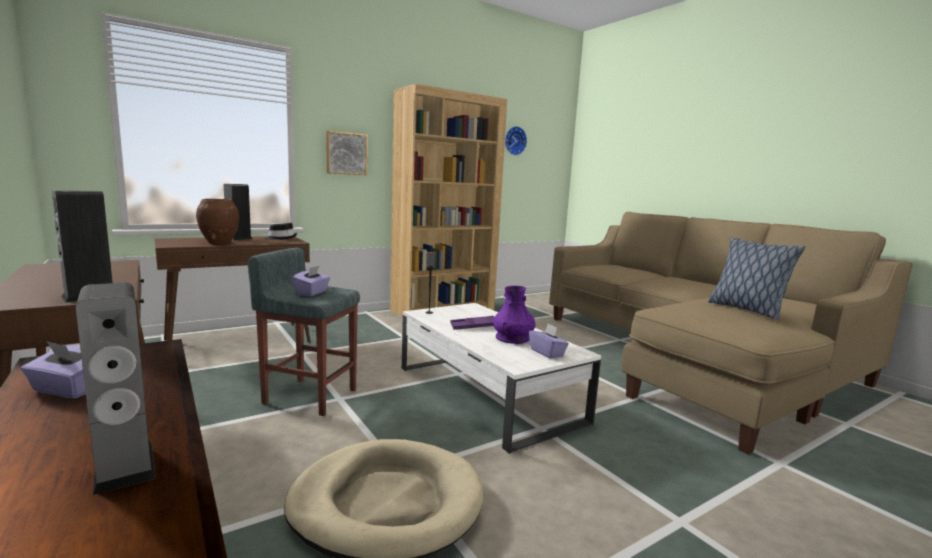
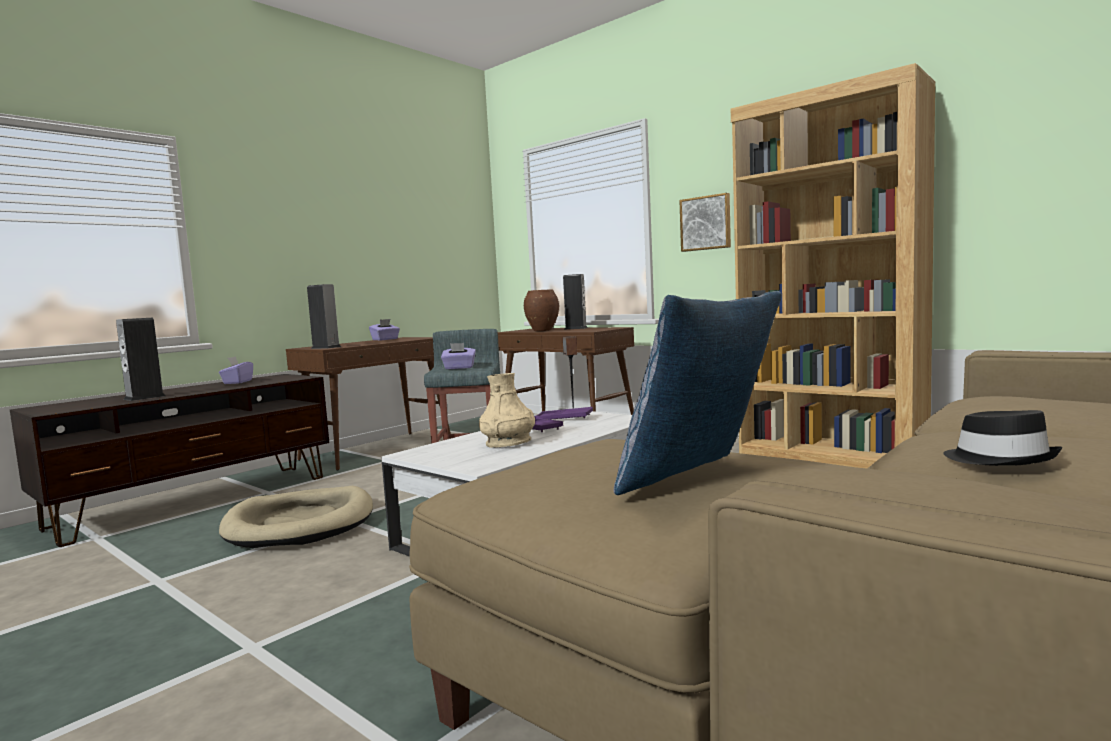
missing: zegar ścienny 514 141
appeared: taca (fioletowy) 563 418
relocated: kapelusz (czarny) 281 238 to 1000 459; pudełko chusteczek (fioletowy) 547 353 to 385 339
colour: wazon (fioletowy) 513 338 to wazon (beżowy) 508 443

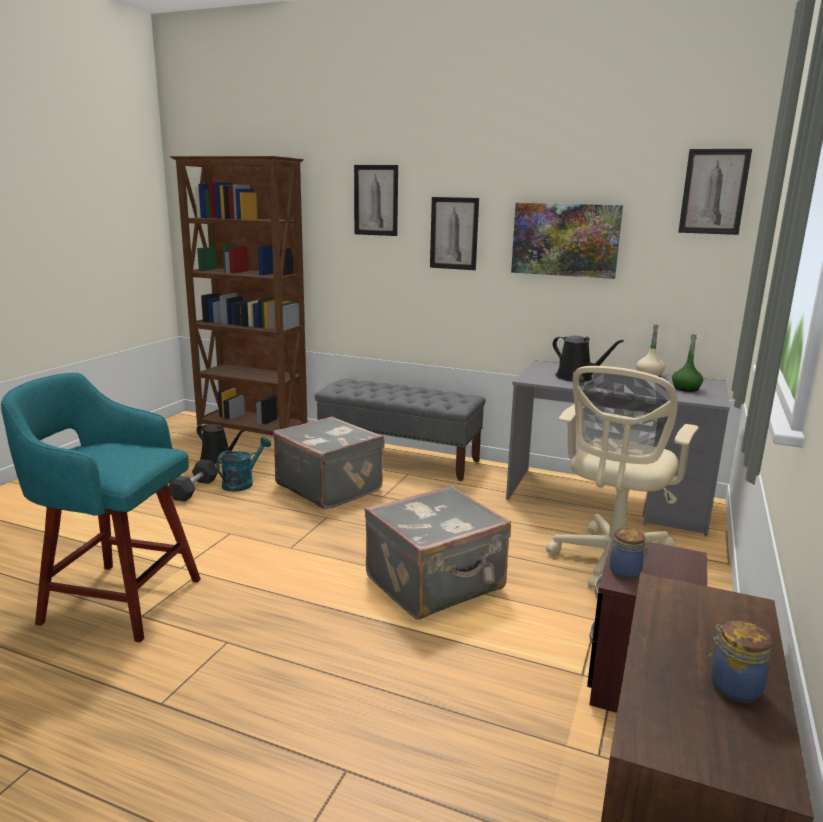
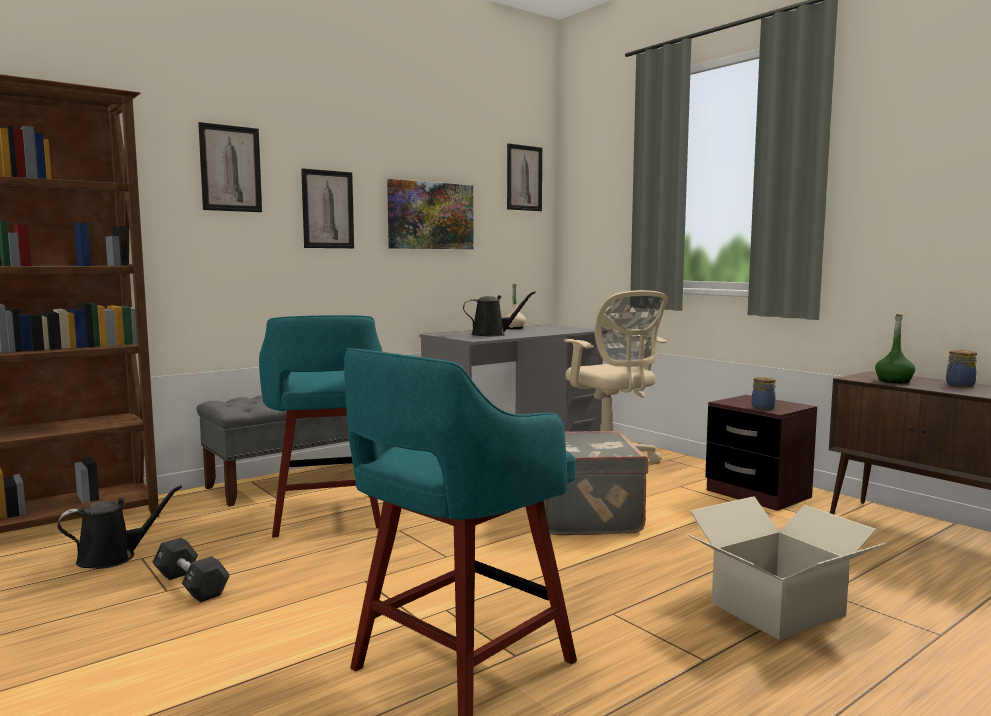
missing: konewka (turkusowy) 242 483
appeared: karton 776 608
relocated: butelka (zielony) 686 389 to 894 381
exchanged: walizka (szary) 330 487 to stołek (turkusowy) 326 516

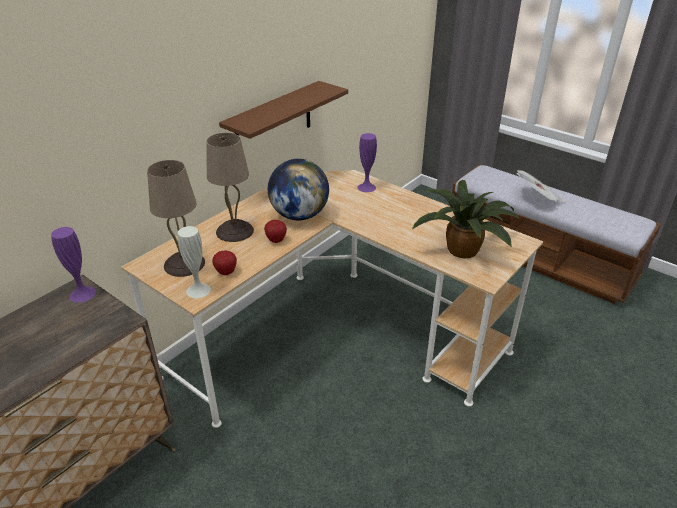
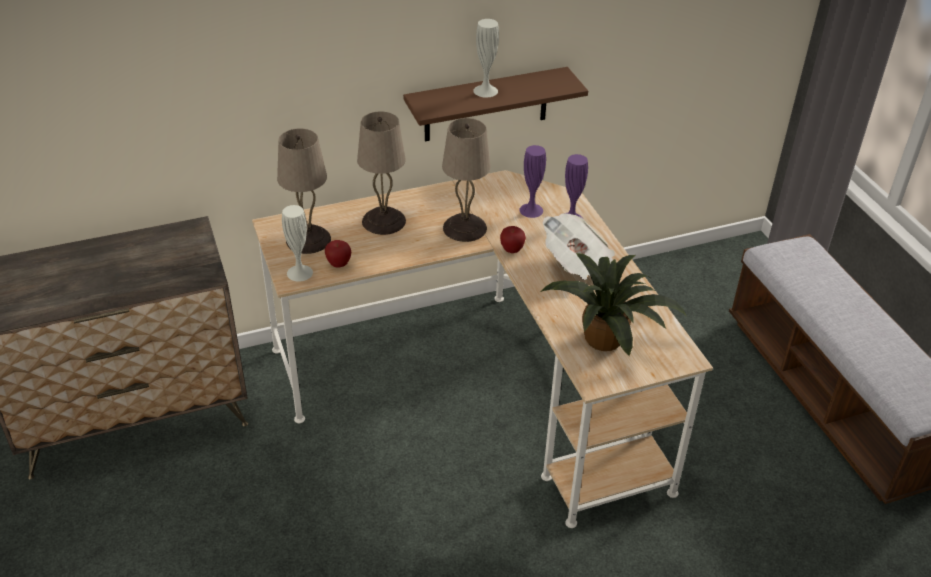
appeared: wazon (biały) 485 91
relocated: wazon (fioletowy) 82 294 to 531 210; jabłko 276 240 to 512 250; gazeta 538 199 to 579 266
exchanged: globus 299 215 to lampa stołowa (beżowy) 464 227

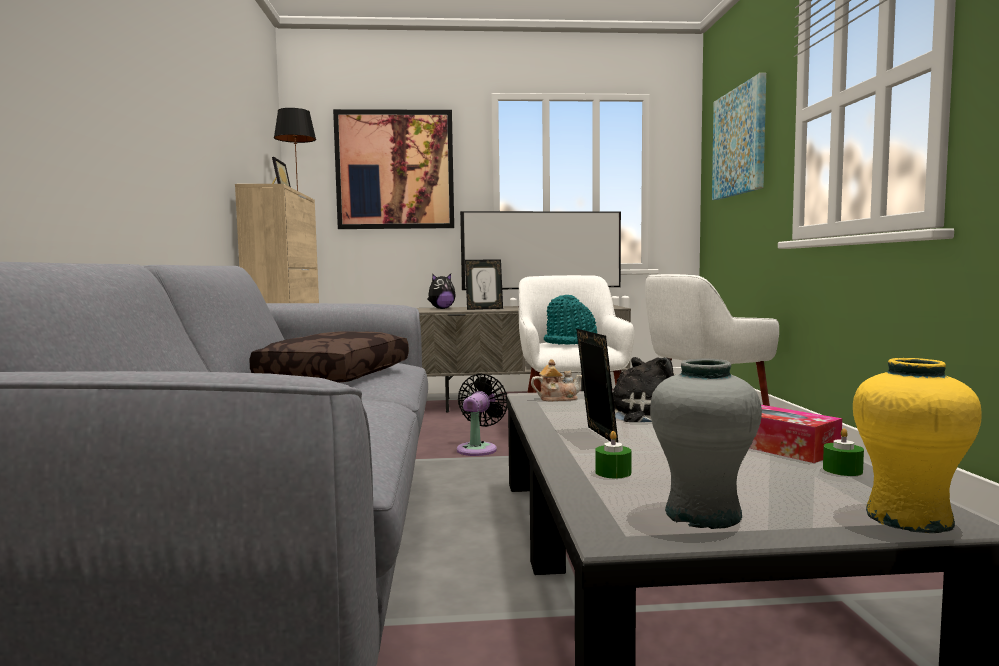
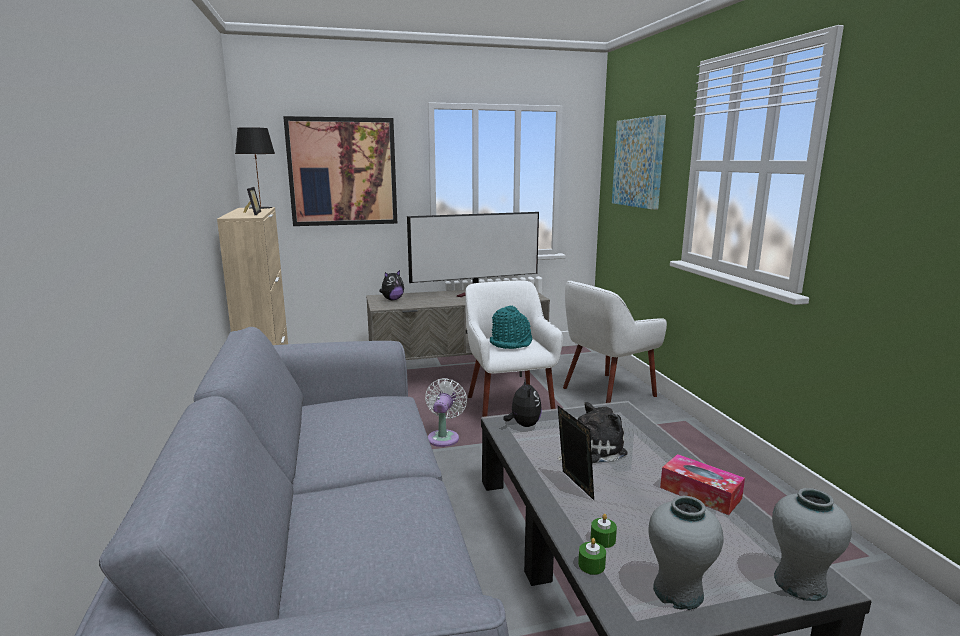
missing: poduszka (brązowy) 334 375; ramka na zdjęcie 484 309
relocated: świeca (zielony) 842 470 to 591 565
exchanged: imbryk 557 398 to pluszak 523 425
colour: wentylator (czarny) 478 448 to wentylator (biały) 444 437; wazon (żółty) 908 518 to wazon (szary) 799 583

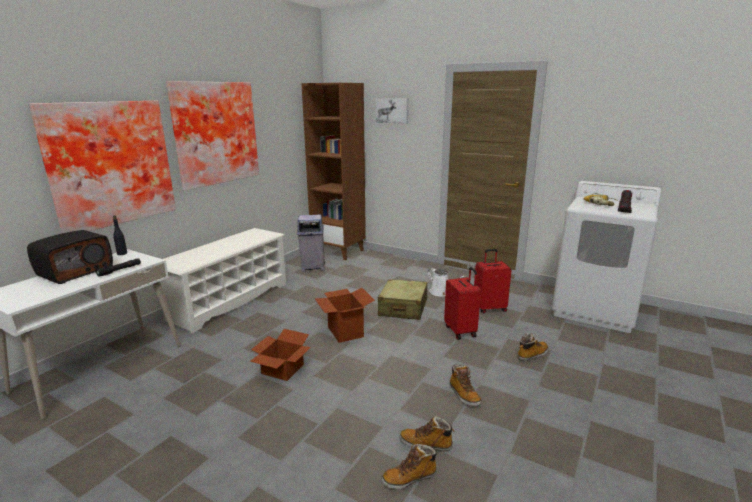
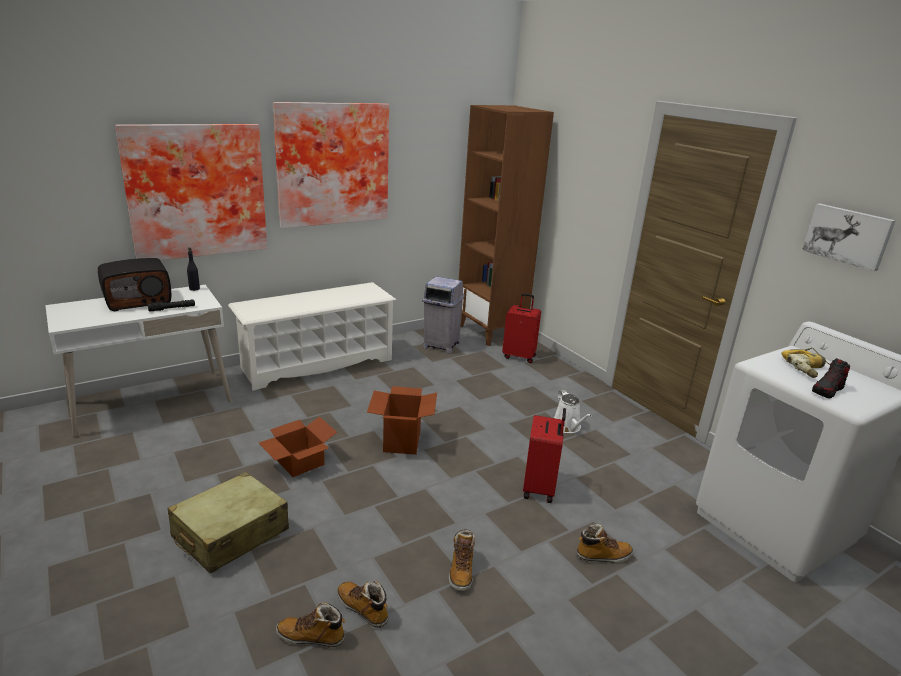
relocated: obraz 392 110 to 848 236; walizka (beżowy) 403 308 to 230 534; walizka (czerwony) 489 308 to 519 356

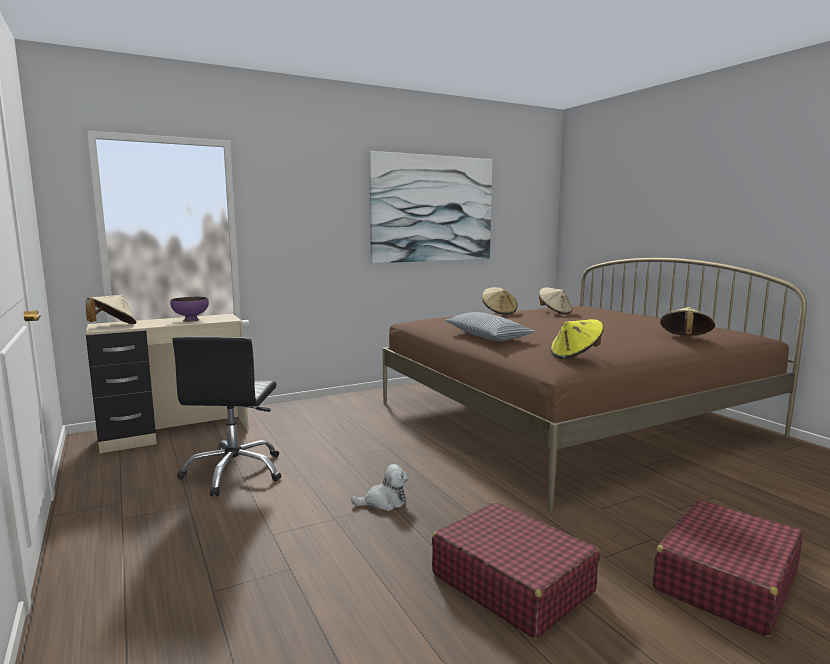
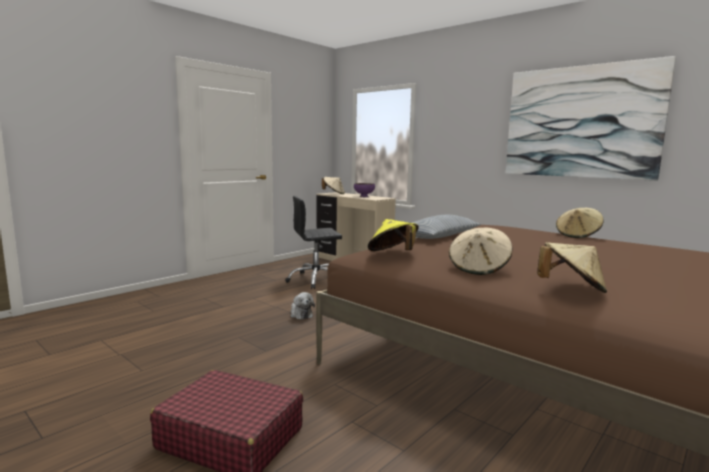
missing: walizka (czerwony) 511 582
relocated: kapelusz (beżowy) 554 312 to 479 268

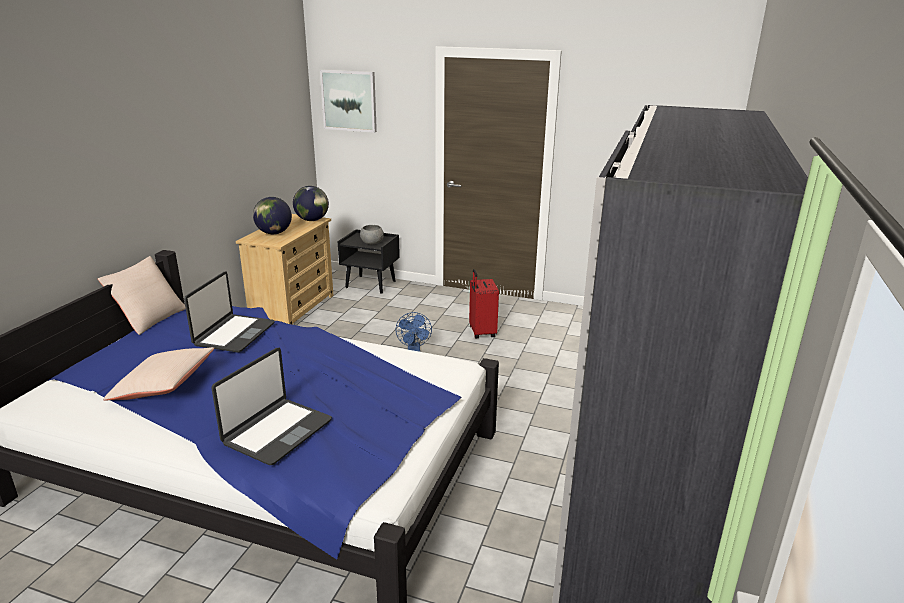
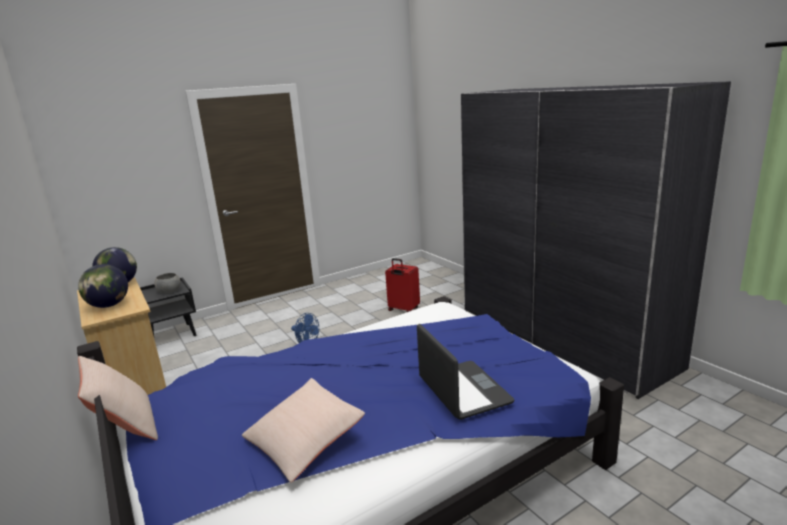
missing: laptop 234 334; obraz 349 100
relocated: walizka (czerwony) 481 332 to 403 310

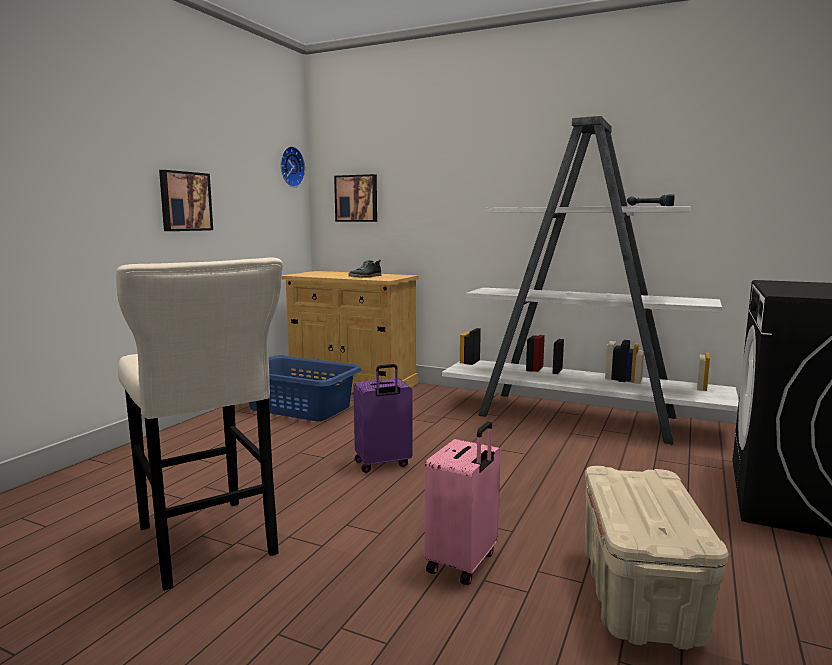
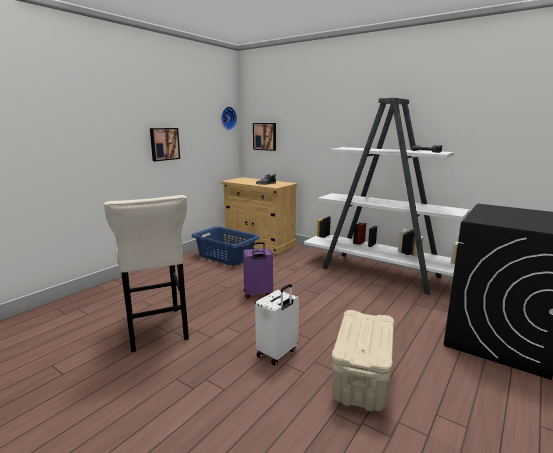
colour: walizka (różowy) 463 563 to walizka (biały) 277 353

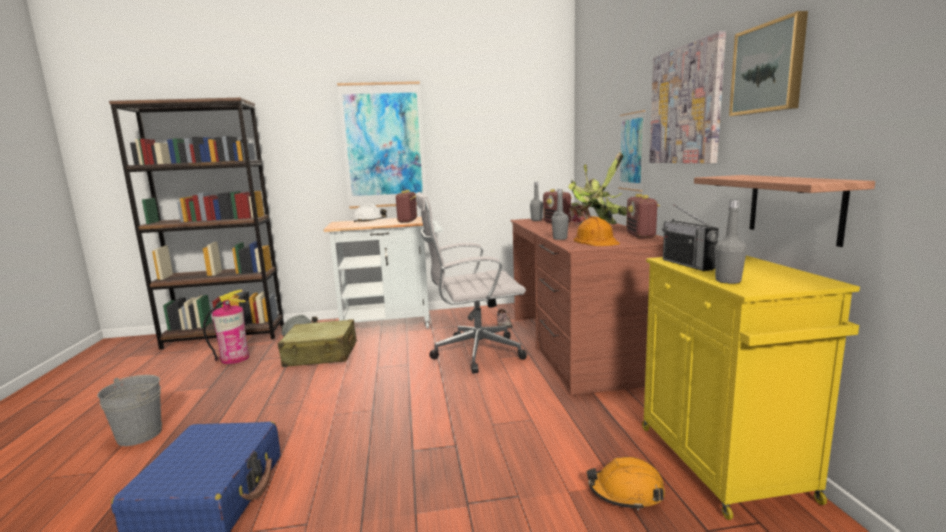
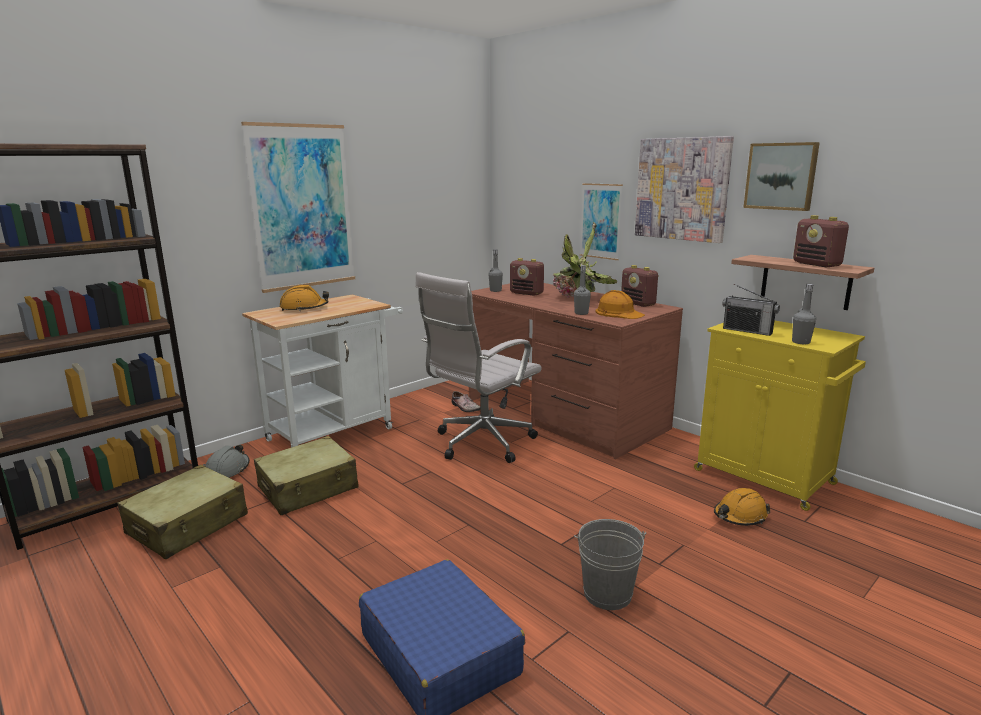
relocated: wiadro (szary) 139 435 to 607 594; radio 407 221 to 817 264
exchanged: gaśnica 235 358 to walizka (beżowy) 188 525
colour: kask (biały) 370 221 to kask (pomarańczowy) 304 308

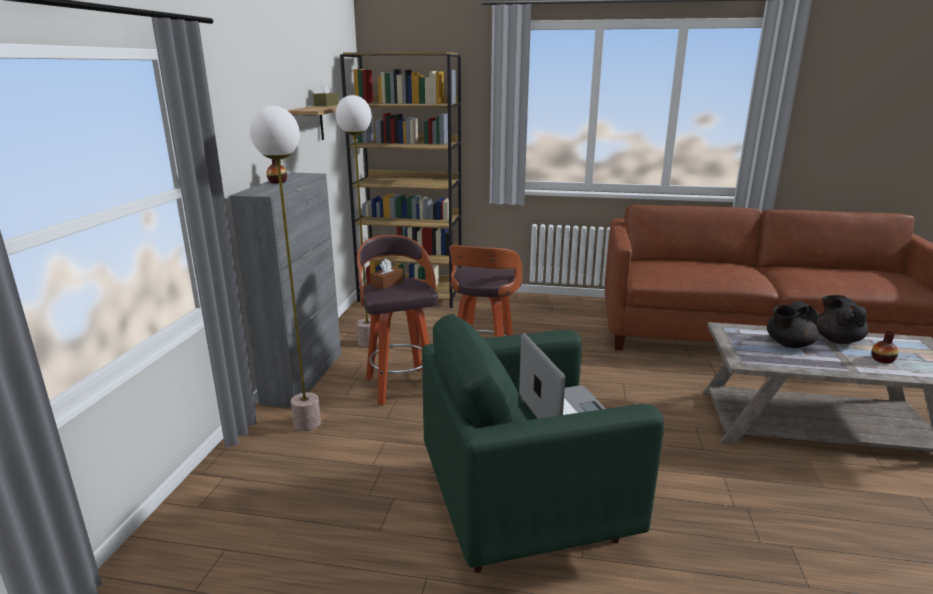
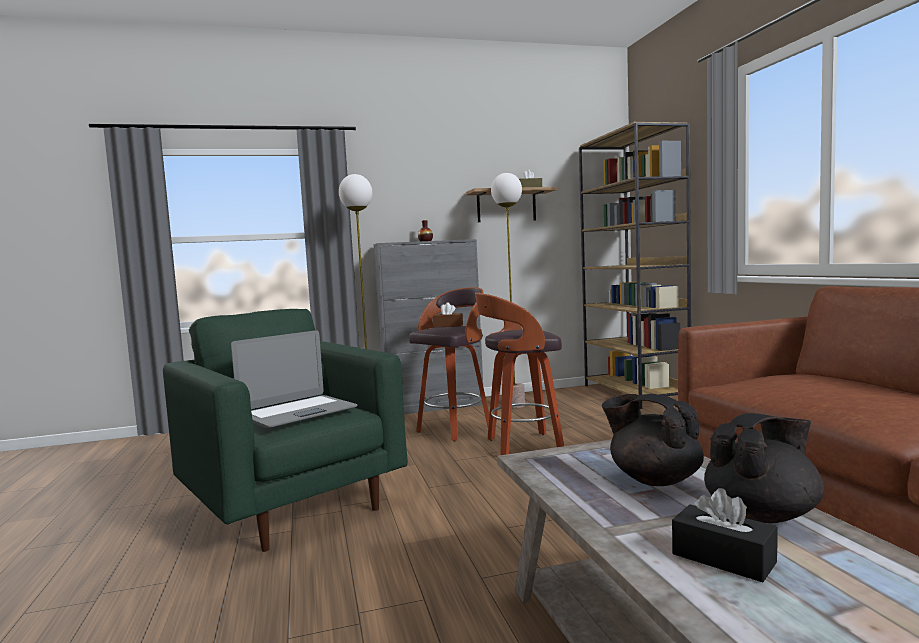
exchanged: wazon 882 360 to pudełko chusteczek (czarny) 723 558

